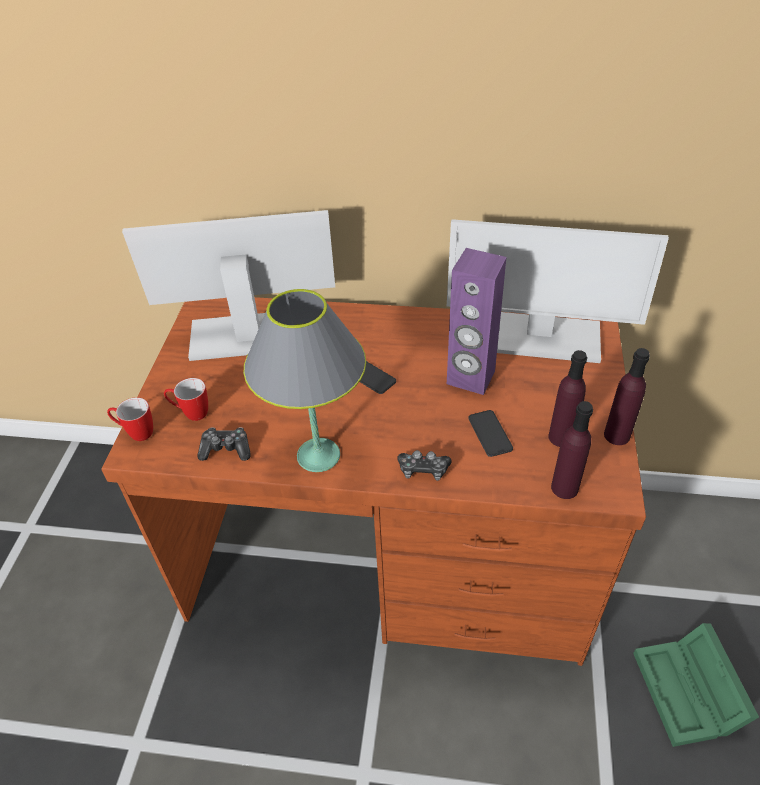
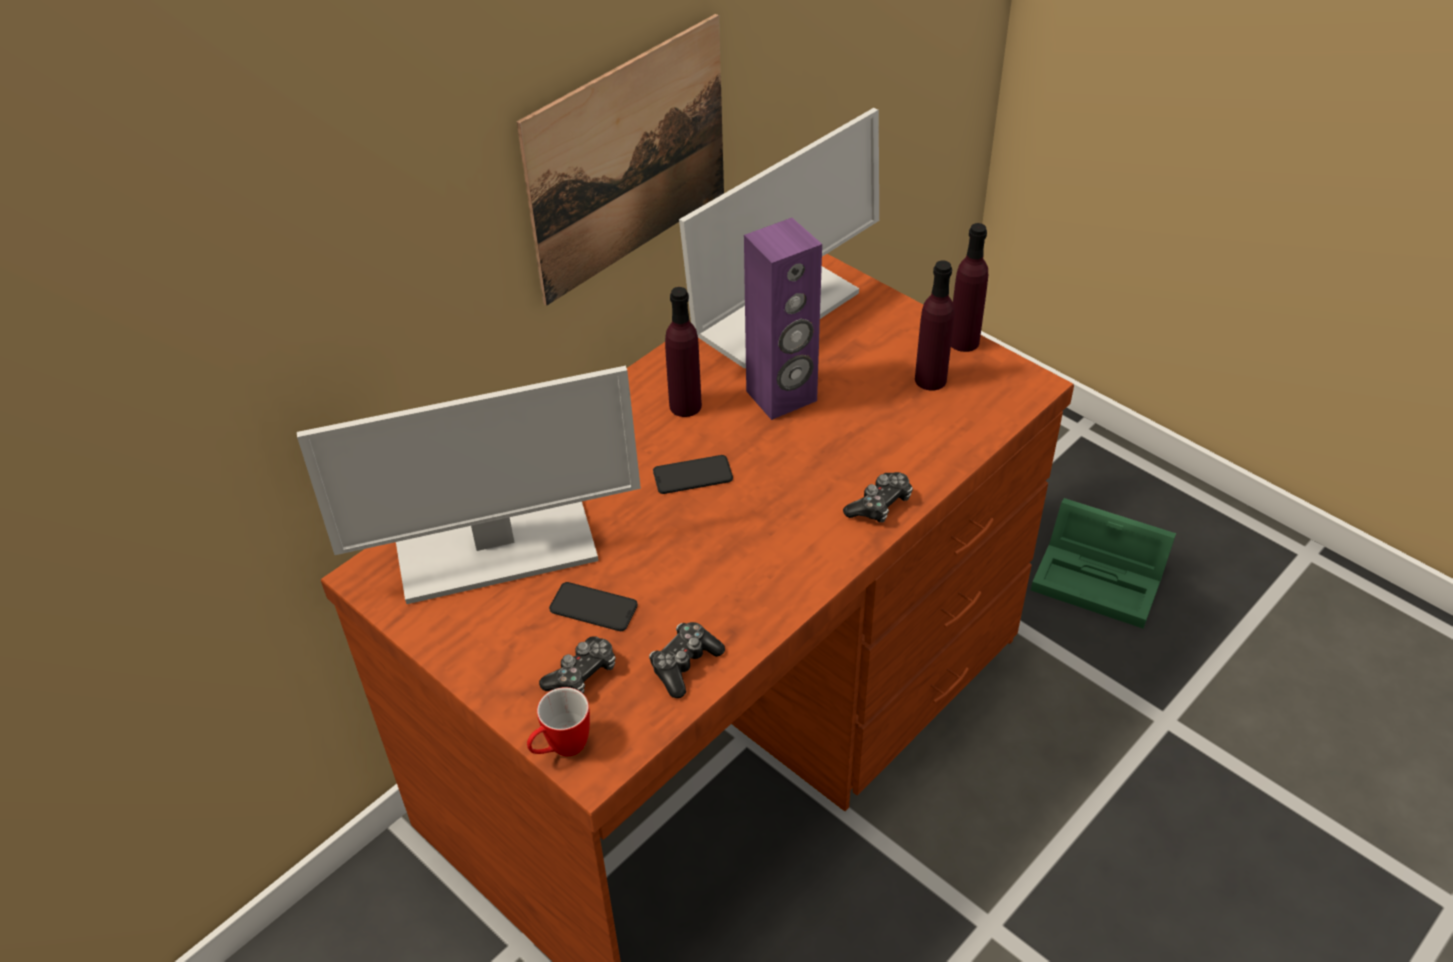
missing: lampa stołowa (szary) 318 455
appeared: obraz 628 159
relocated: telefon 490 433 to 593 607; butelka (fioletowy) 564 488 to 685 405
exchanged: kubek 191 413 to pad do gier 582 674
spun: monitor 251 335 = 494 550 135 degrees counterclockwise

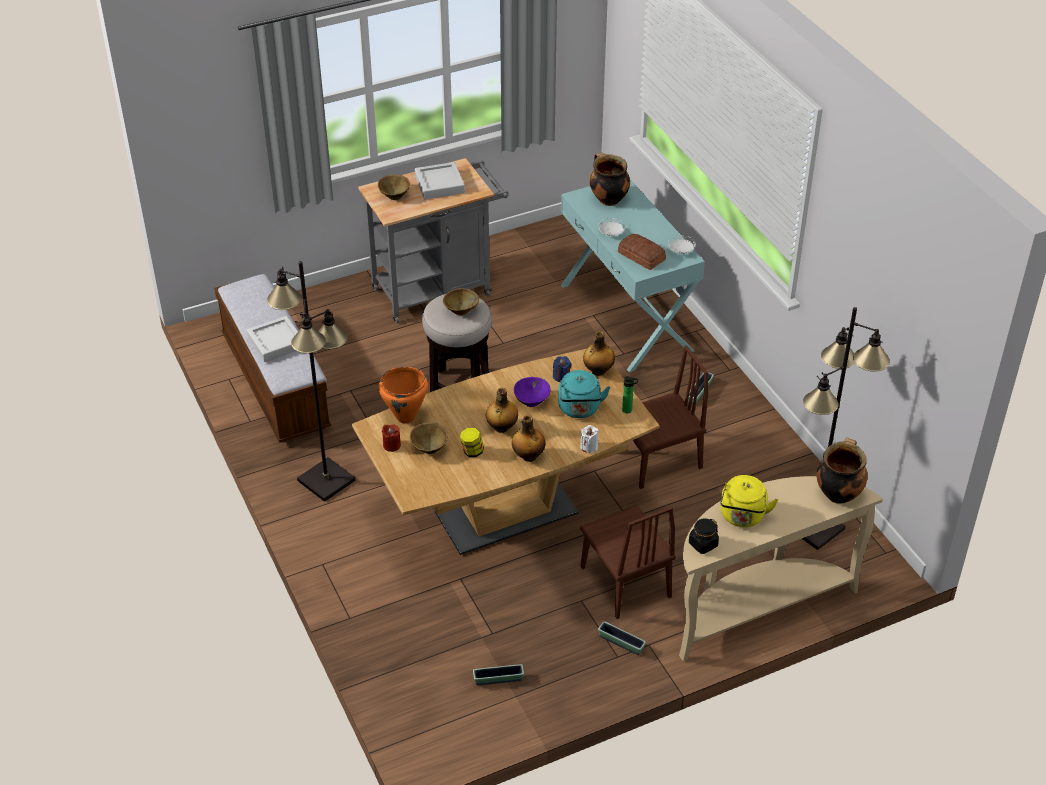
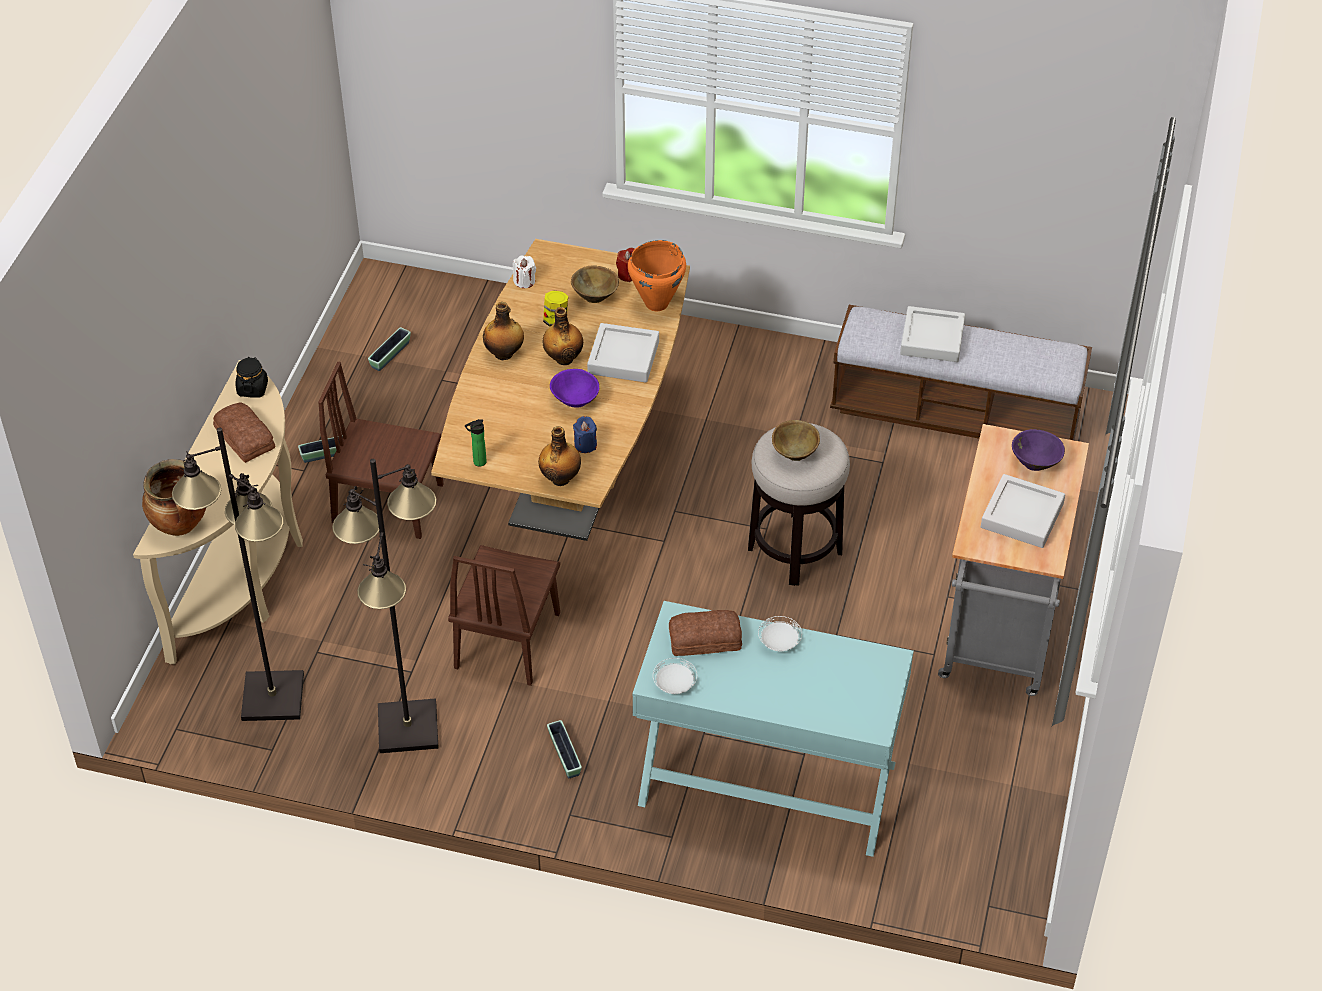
missing: czajnik (turkusowy) 579 409; garnek 608 199
appeared: taca (szary) 623 358
relocated: lampa stojąca (czarny) 326 480 to 409 728; świeca (biały) 589 447 to 524 281
exchanged: czajnik (żółty) 742 517 to chleb 245 437
colour: miska (brązowy) 394 196 to miska (fioletowy) 1036 463

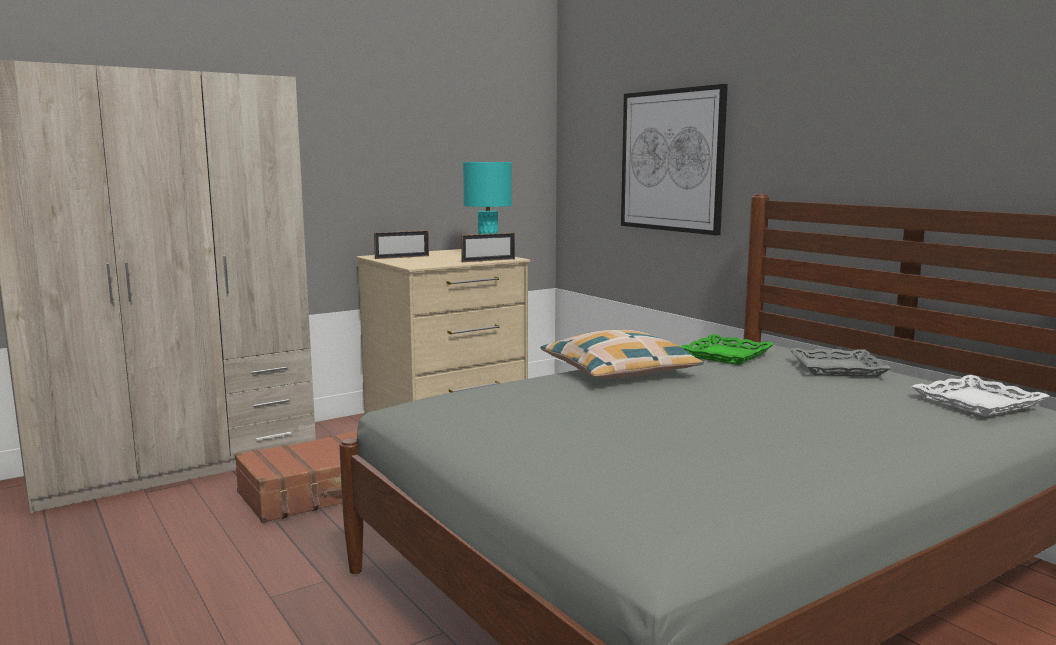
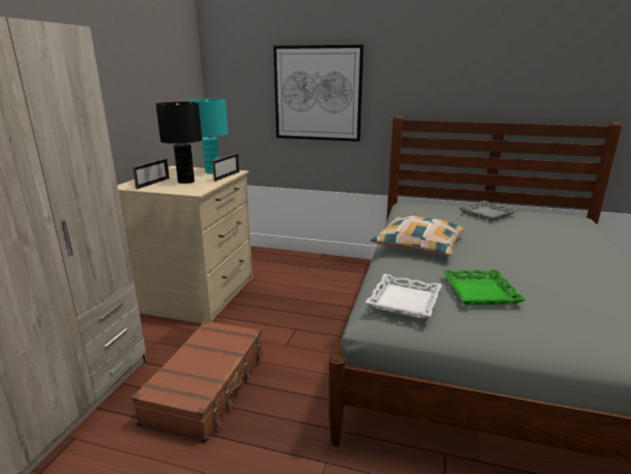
appeared: lampa stołowa (czarny) 186 181
relocated: taca (zielony) 725 355 to 479 291; taca (biały) 977 402 to 403 300

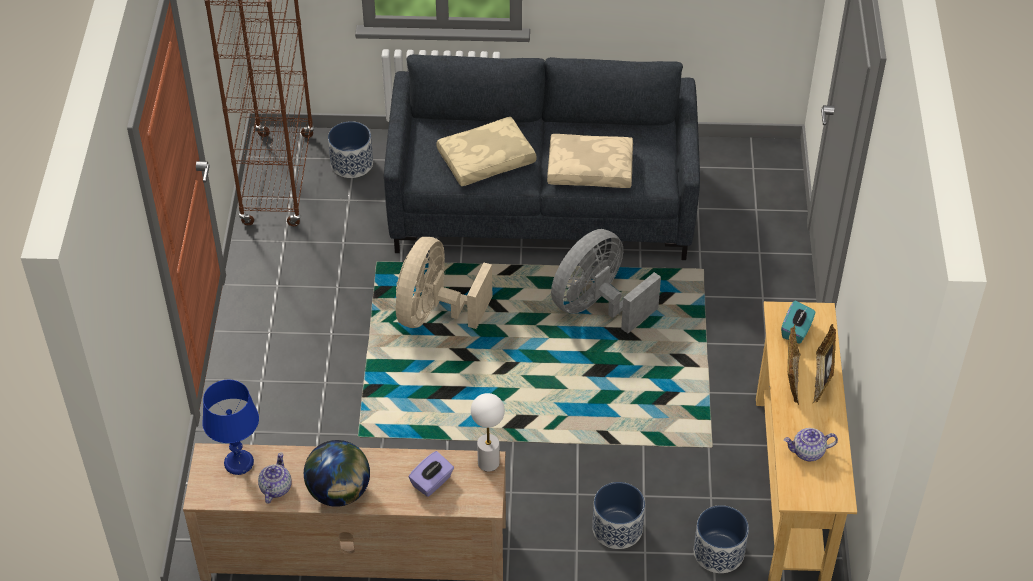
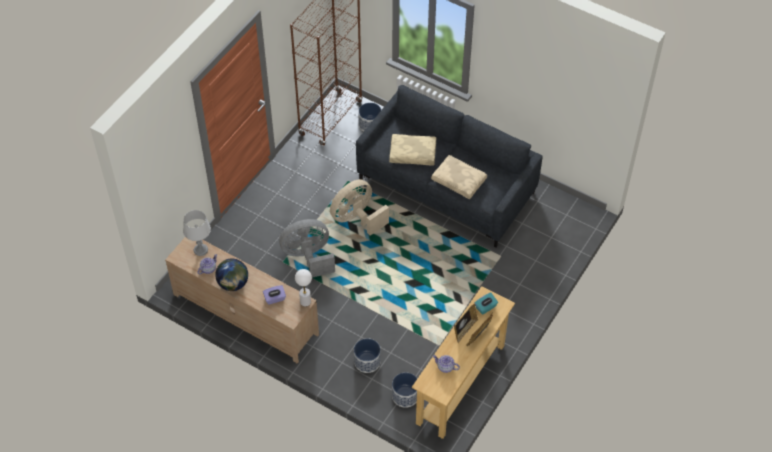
relocated: wentylator (szary) 597 306 to 308 257
colour: lampa stołowa (niebieski) 239 463 to lampa stołowa (szary) 201 250

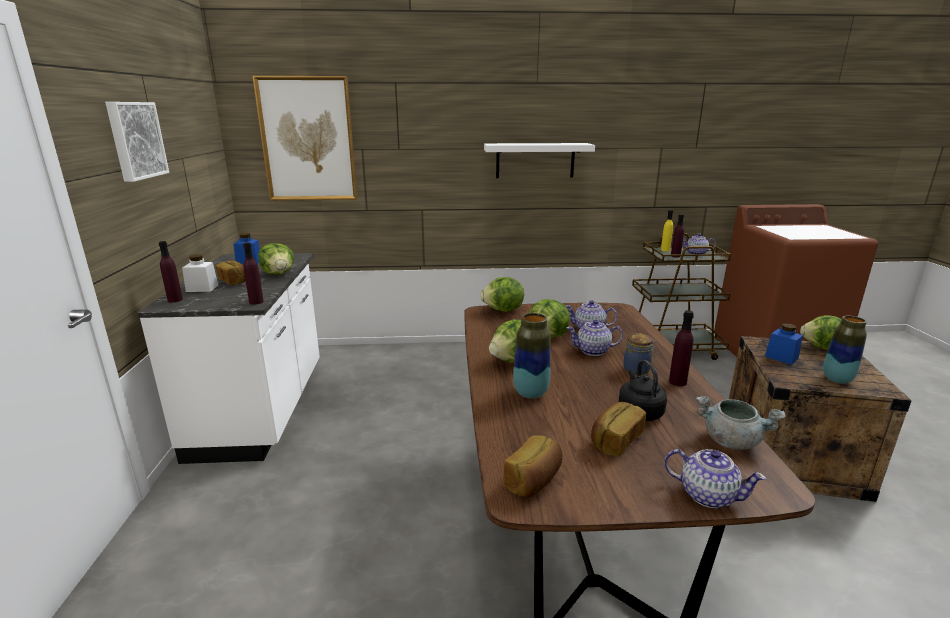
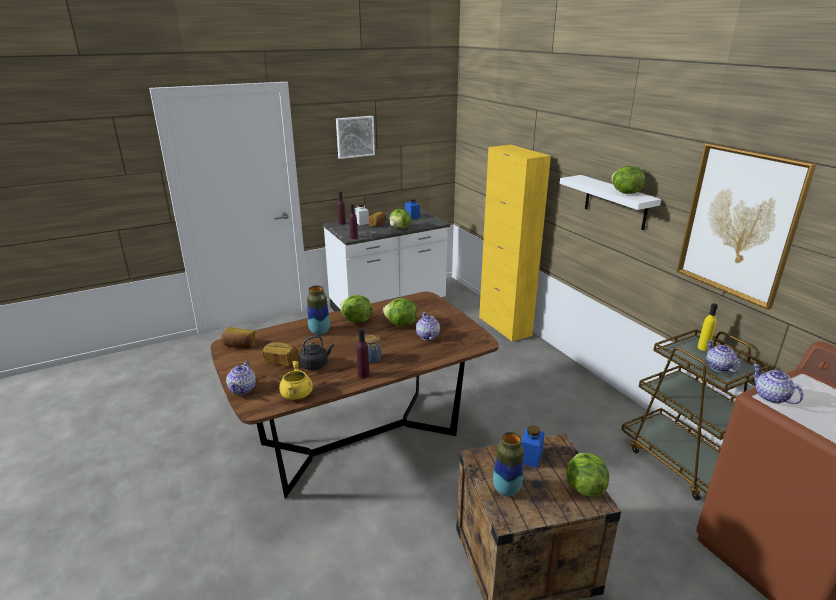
missing: butelka (fioletowy) 675 256
appeared: szafka (żółty) 504 326
relocated: obraz 308 140 to 739 224; sałata 503 310 to 625 193; imbryk 593 351 to 771 397
colour: garnek (szary) 731 441 to garnek (żółty) 297 395

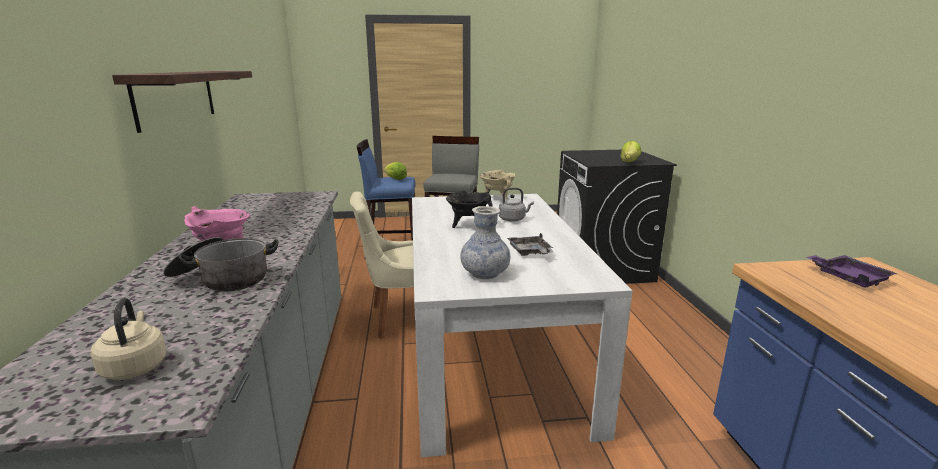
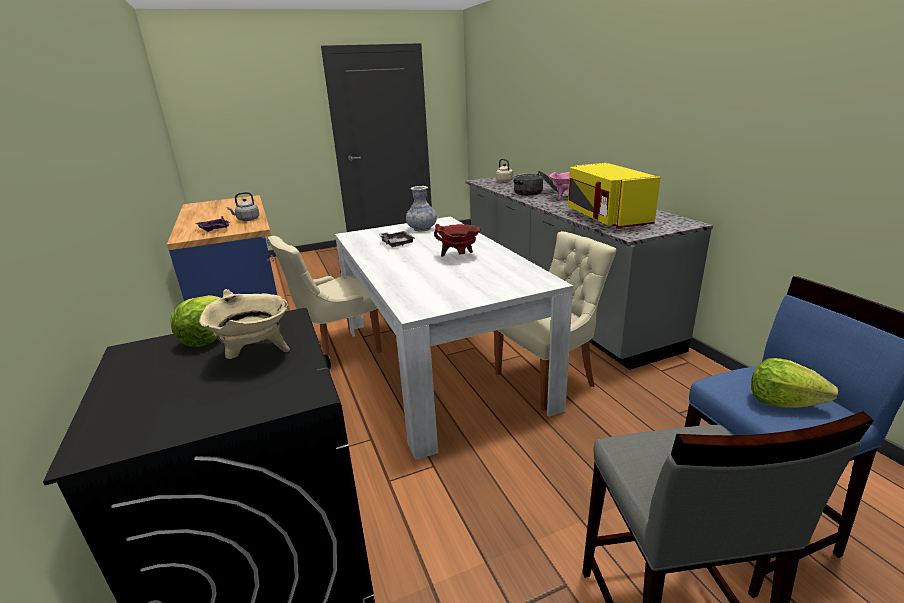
missing: półka 176 97
appeared: krzesło (beżowy) 337 350; mikrofalówka (żółty) 605 218
relocated: garnek (beżowy) 497 199 to 256 355; czajnik (szary) 513 219 to 247 220
colour: garnek (czarny) 469 225 to garnek (czerwony) 459 257

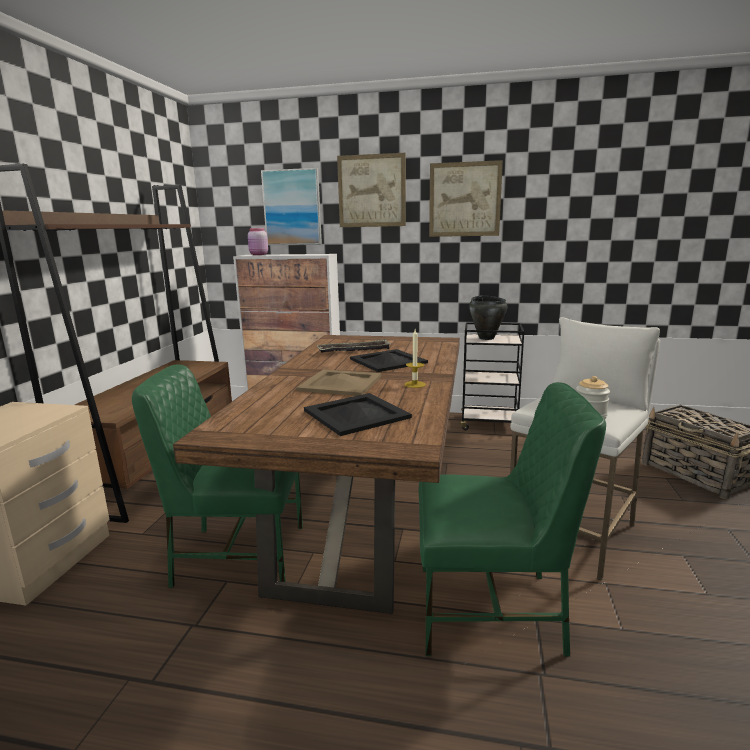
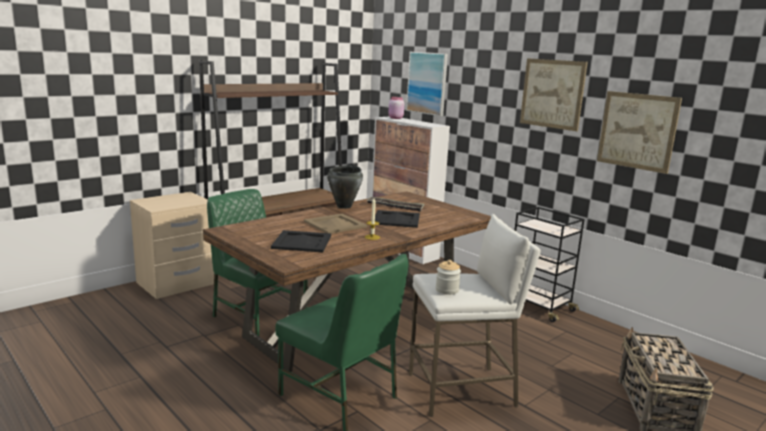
relocated: obraz 372 191 to 637 131; garnek (czarny) 486 338 to 344 206

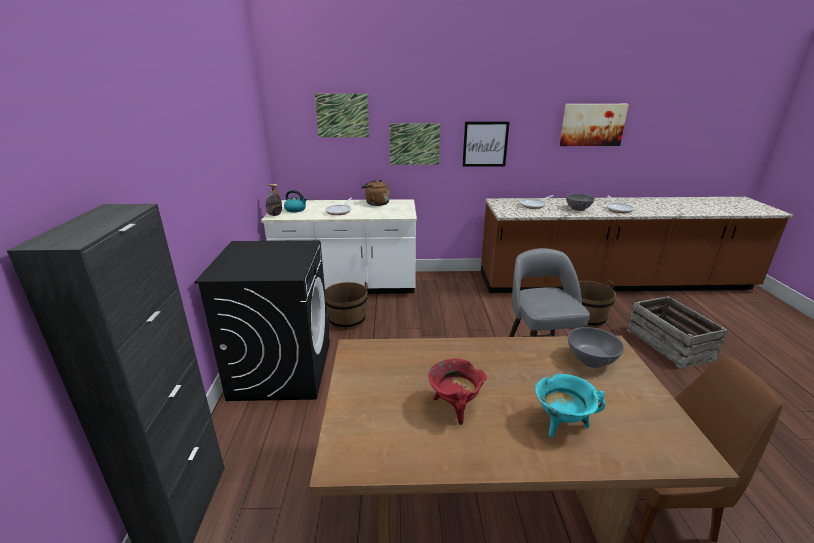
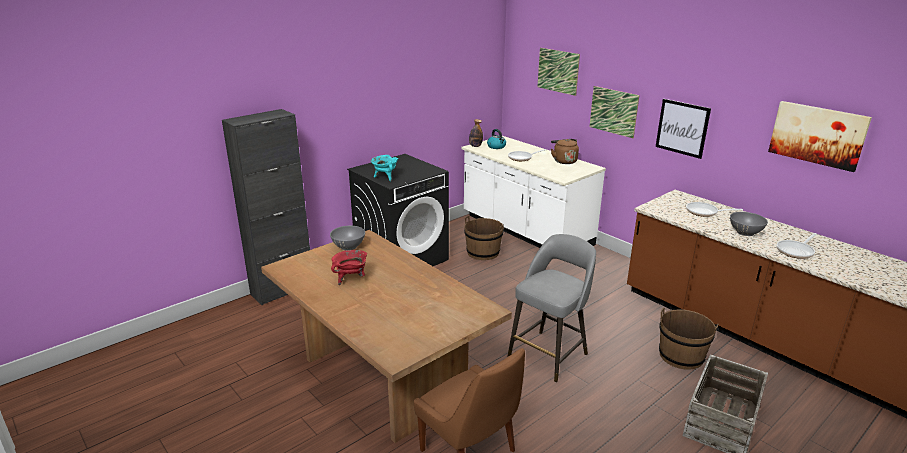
relocated: garnek (turkusowy) 561 424 to 385 177; miska (szary) 590 360 to 348 246

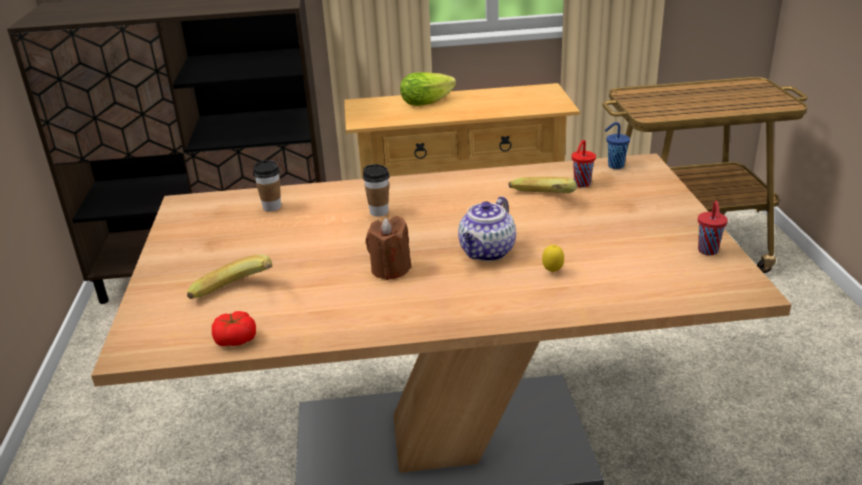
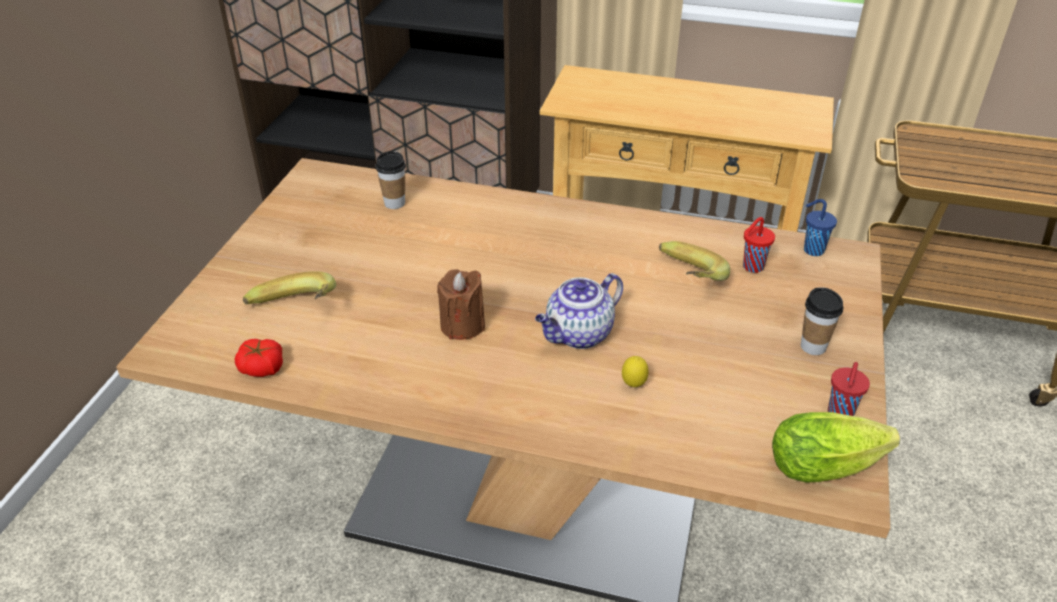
relocated: filiżanka 379 212 to 813 346; sałata 430 101 to 830 465

